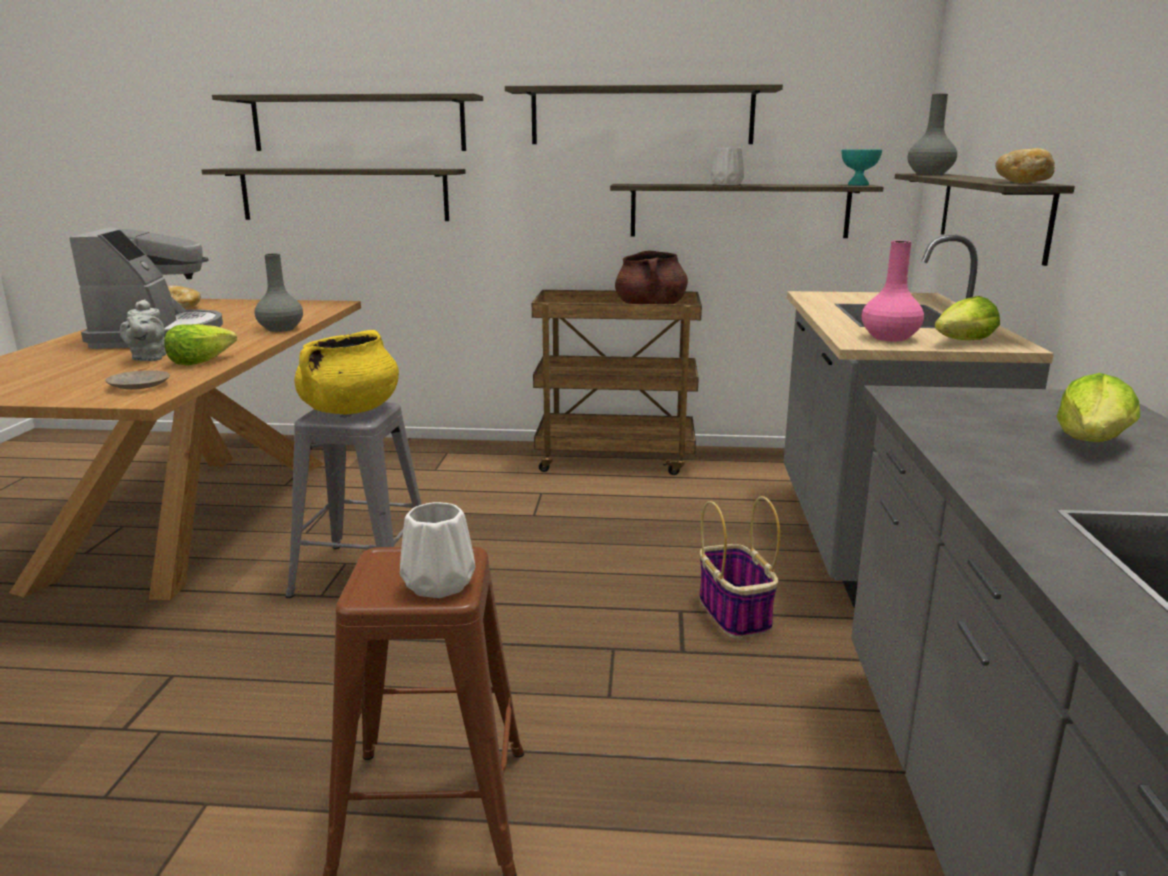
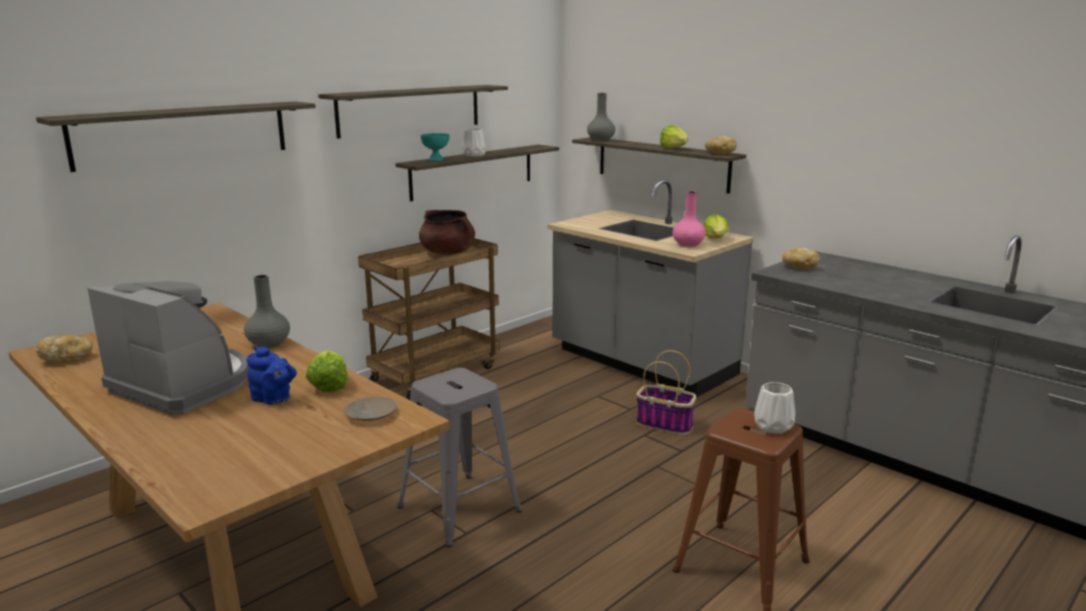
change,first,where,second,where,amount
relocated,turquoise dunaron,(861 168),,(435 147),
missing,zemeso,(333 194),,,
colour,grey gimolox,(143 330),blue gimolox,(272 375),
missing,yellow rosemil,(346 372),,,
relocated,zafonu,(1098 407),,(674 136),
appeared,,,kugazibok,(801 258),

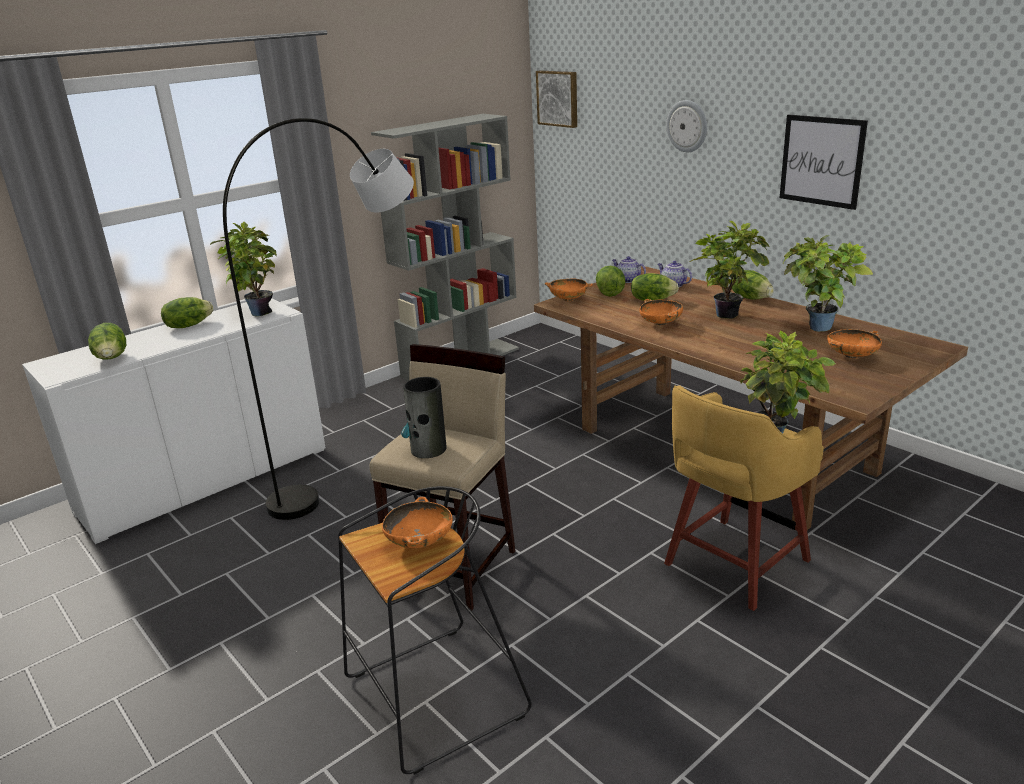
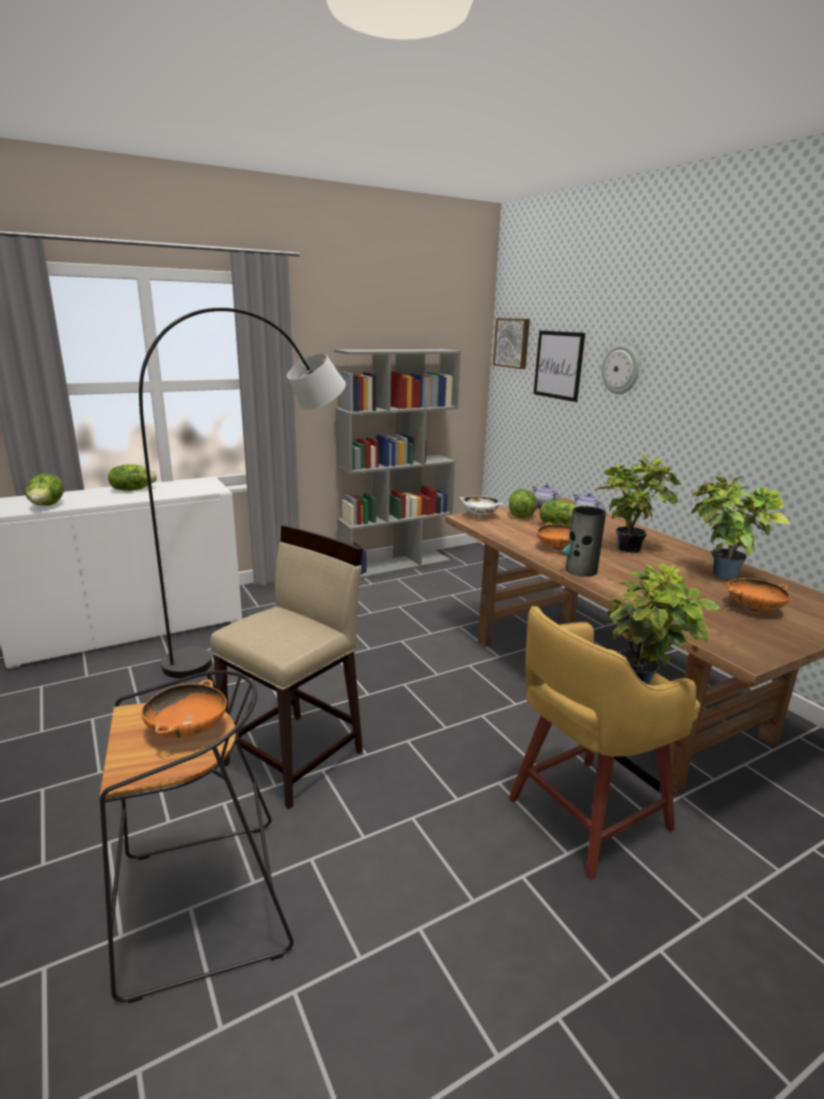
change,first,where,second,where,amount
relocated,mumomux,(824 162),,(559 366),
missing,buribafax,(243 269),,,
missing,zafonu,(753 284),,,
colour,orange dunaron,(569 290),white dunaron,(481 506),
relocated,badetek,(423 417),,(584 541),

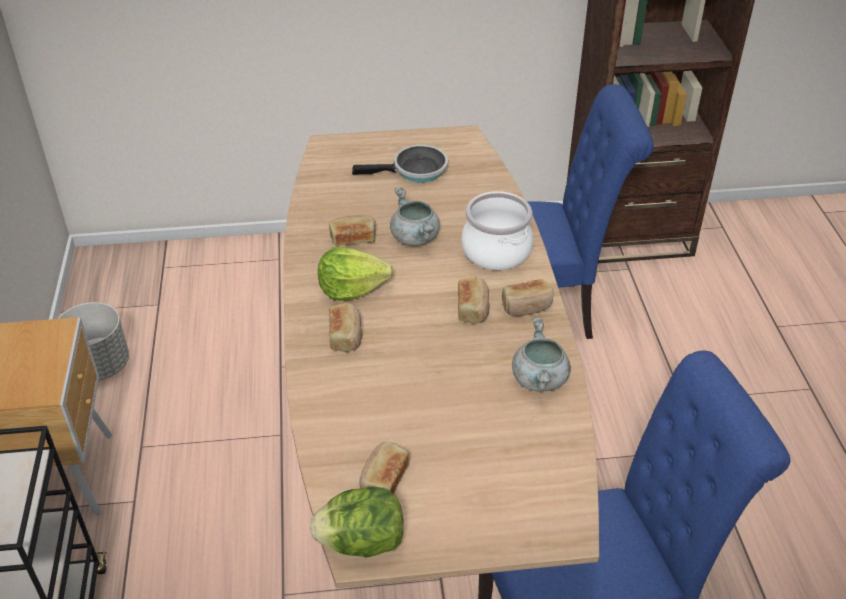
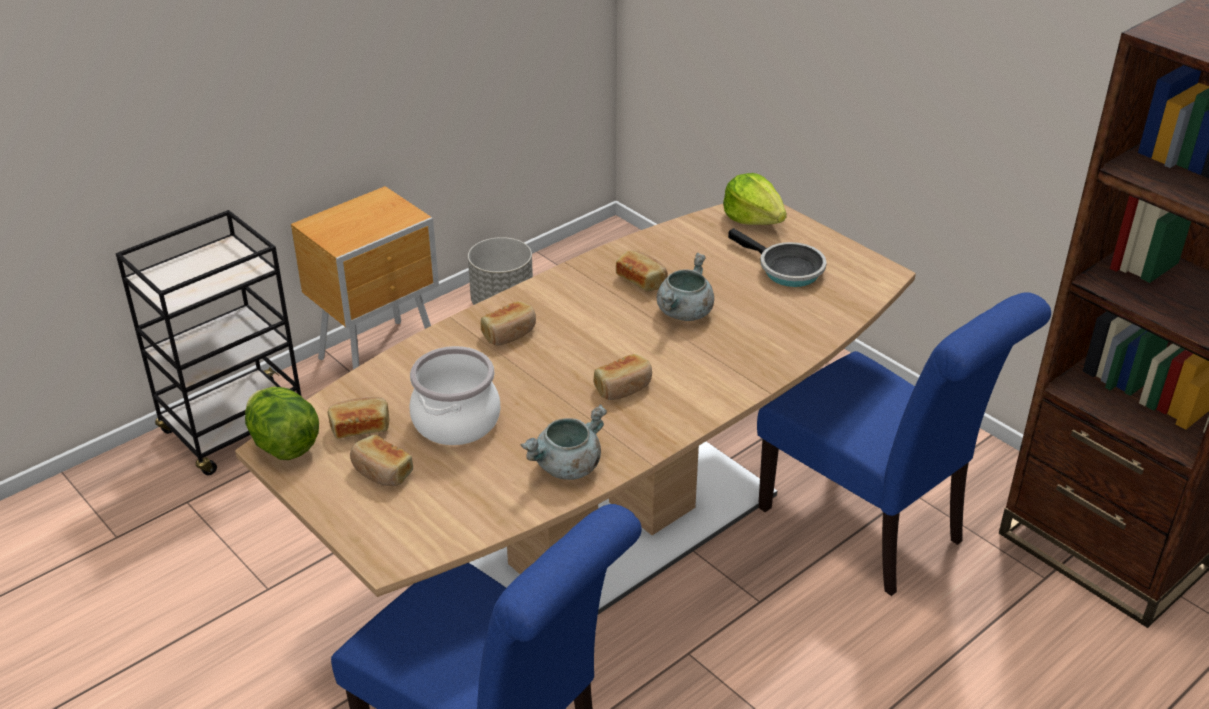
change,first,where,second,where,amount
relocated,rosemil,(497 230),,(454 395),
relocated,zafonu,(355 274),,(755 199),
relocated,kugazibok,(528 297),,(381 460),

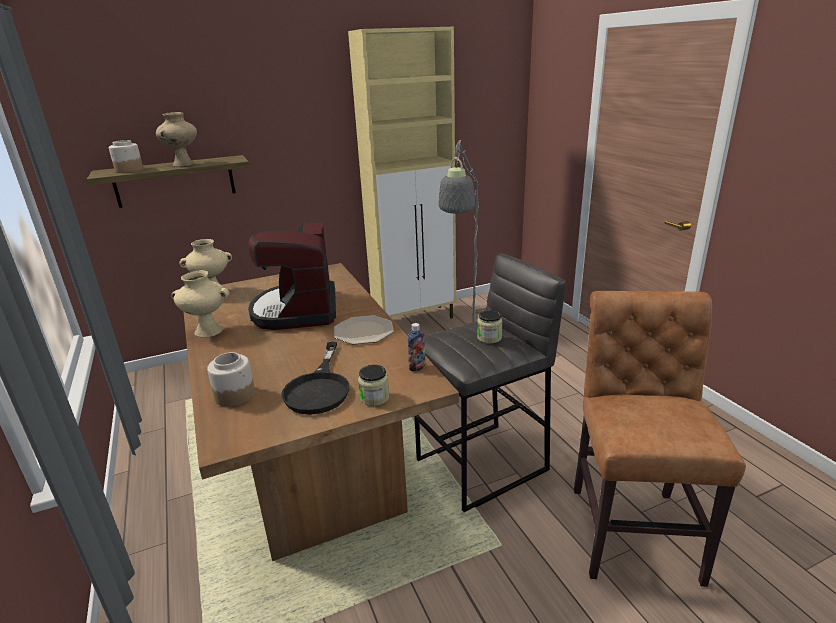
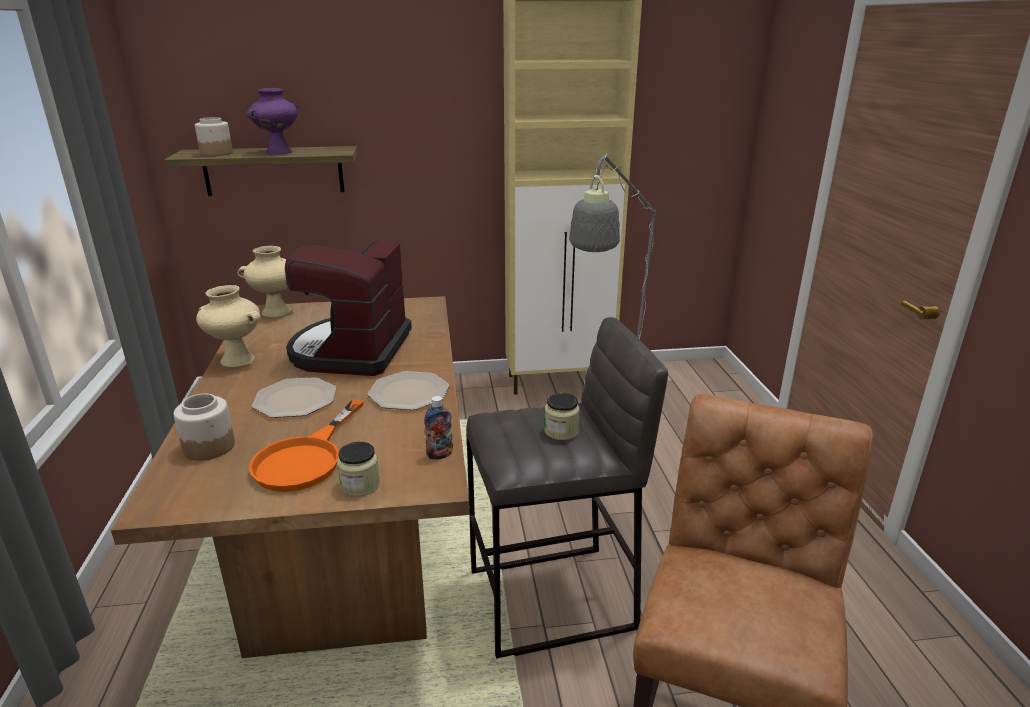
change,first,where,second,where,amount
colour,beige badetek,(176 139),purple badetek,(272 121),
colour,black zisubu,(315 378),orange zisubu,(306 445),
appeared,,,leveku,(294 397),

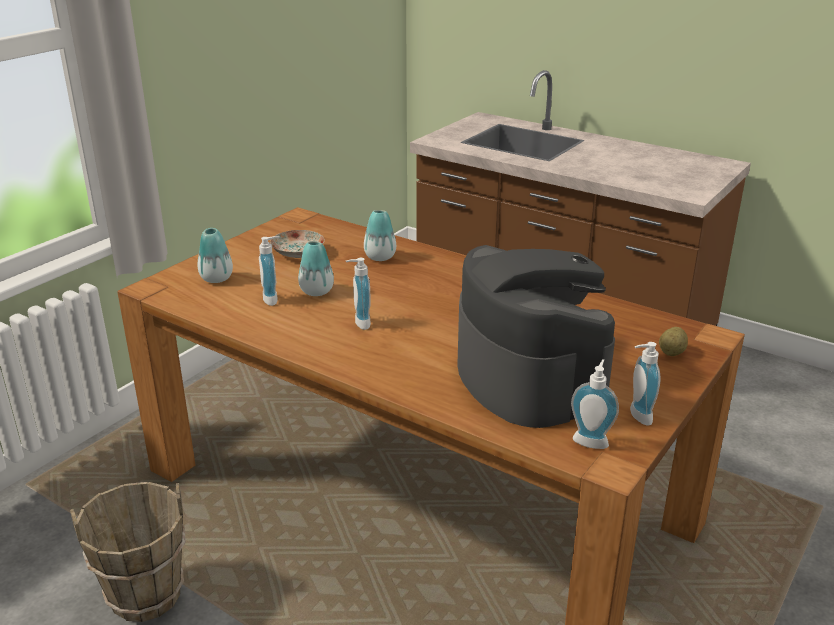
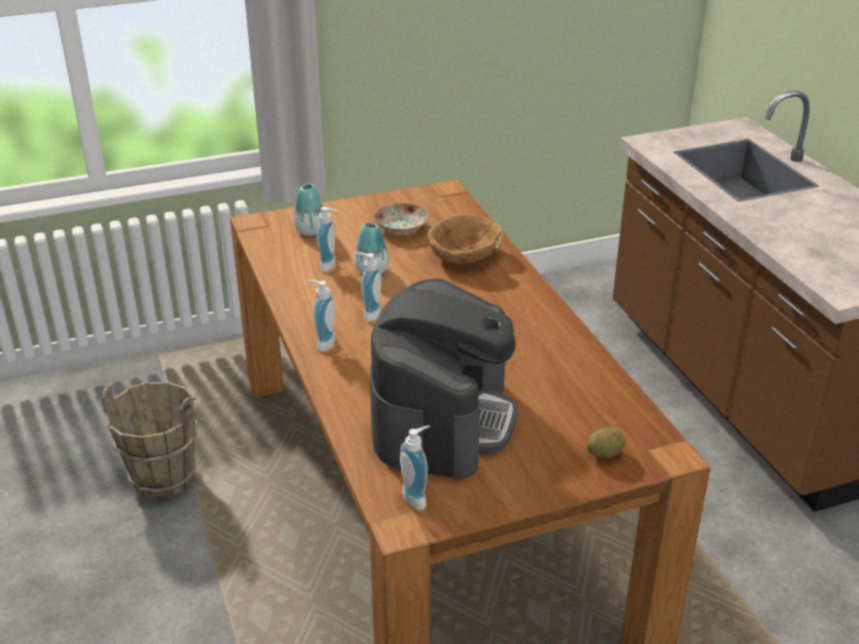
change,first,where,second,where,amount
exchanged,badetek,(380 235),brown dunaron,(465 239),
relocated,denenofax,(645 384),,(321 316),

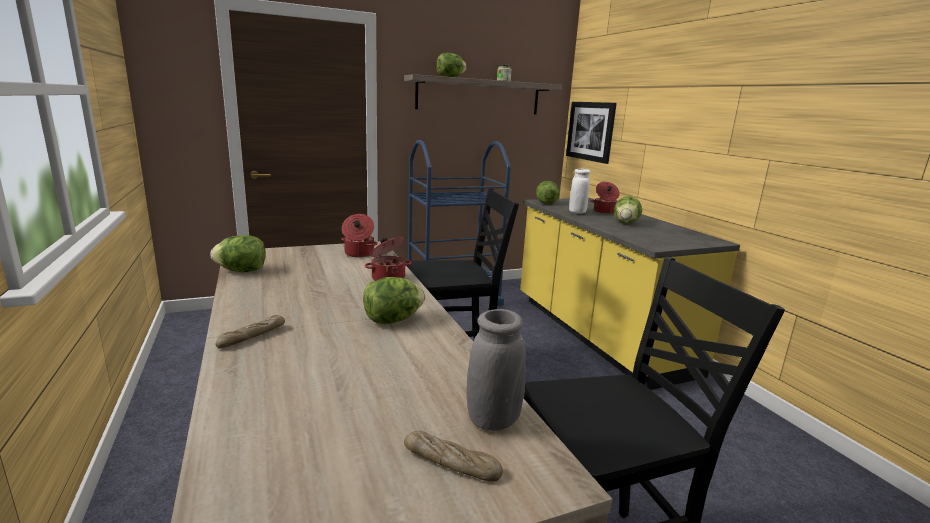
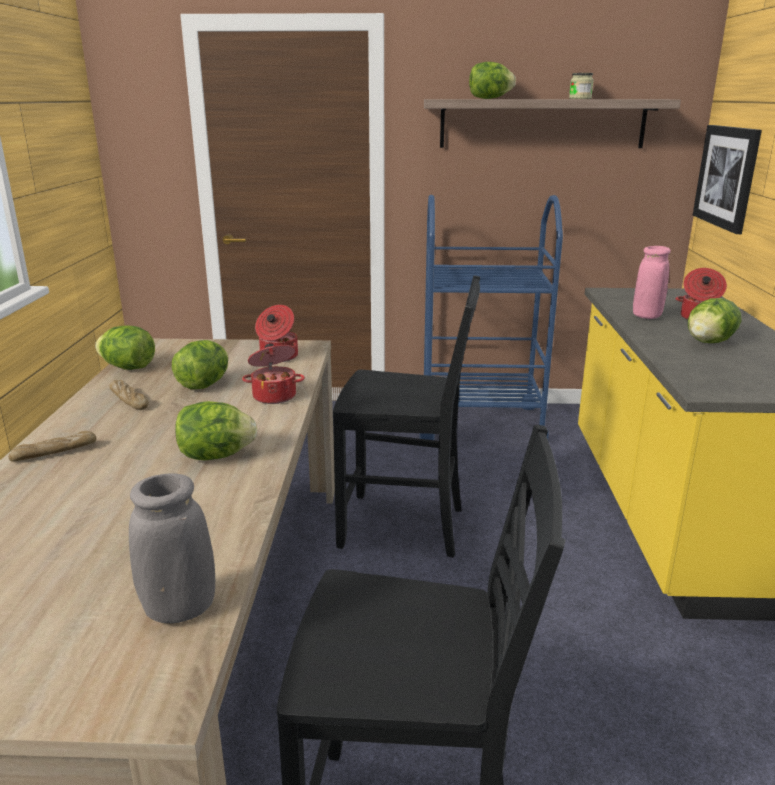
change,first,where,second,where,amount
colour,white badetek,(580 191),pink badetek,(652 282),
relocated,zafonu,(548 192),,(200 364),
relocated,kugazibok,(453 456),,(129 395),

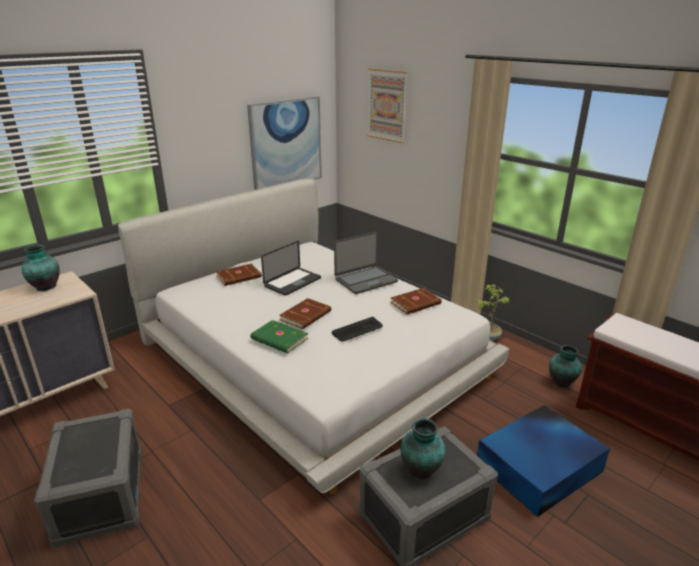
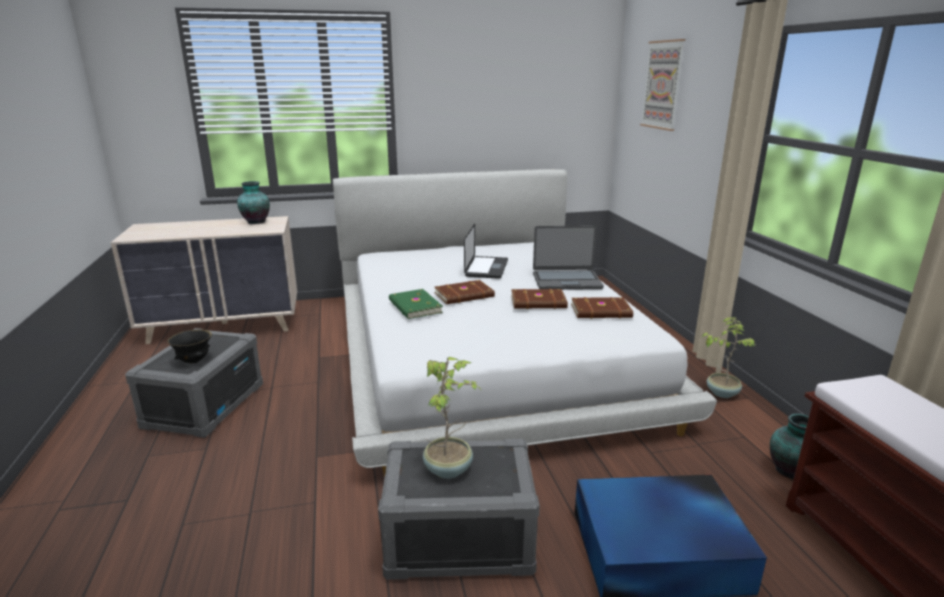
change,first,where,second,where,amount
missing,mumomux,(284 143),,,
spun,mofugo,(291 268),,(486 251),60 degrees counterclockwise
relocated,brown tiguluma,(239 275),,(539 299),
missing,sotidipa,(357 329),,,
exchanged,badetek,(422 448),buribafax,(451 418),
appeared,,,black dunaron,(189 346),

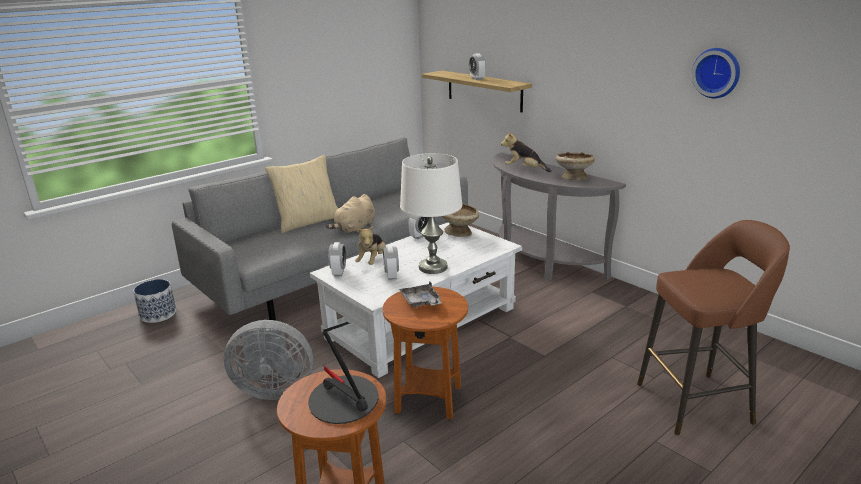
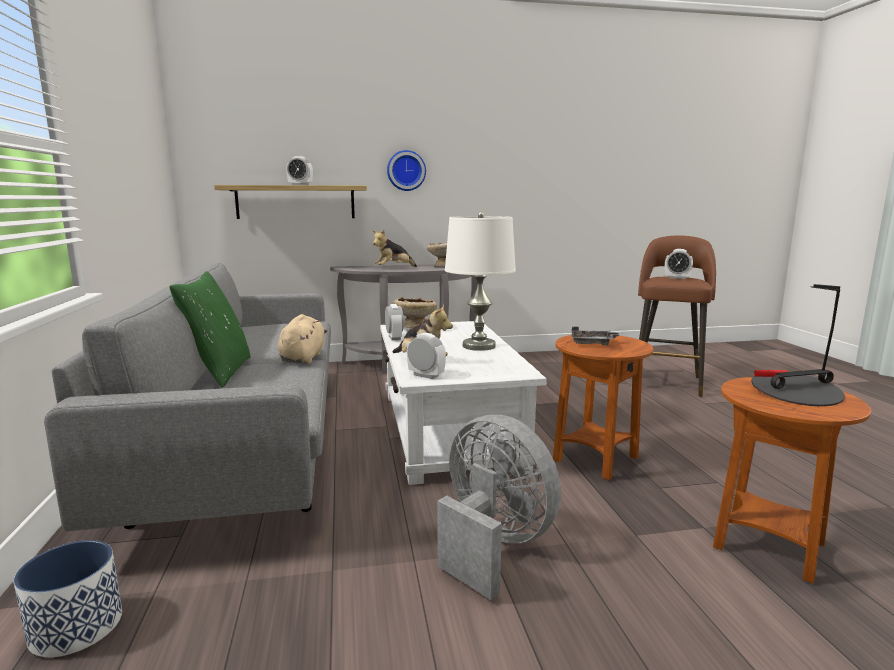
change,first,where,second,where,amount
relocated,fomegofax,(716 73),,(406 170),
colour,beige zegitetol,(301 194),green zegitetol,(210 329),
spun,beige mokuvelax,(350 214),,(302 339),150 degrees counterclockwise
relocated,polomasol,(391 262),,(679 264),
spun,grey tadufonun,(268 360),,(499 507),75 degrees counterclockwise

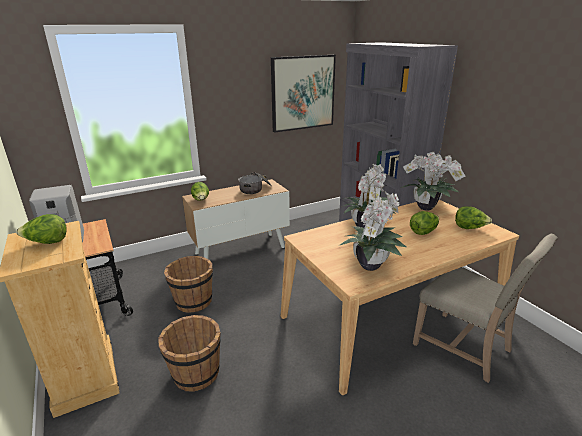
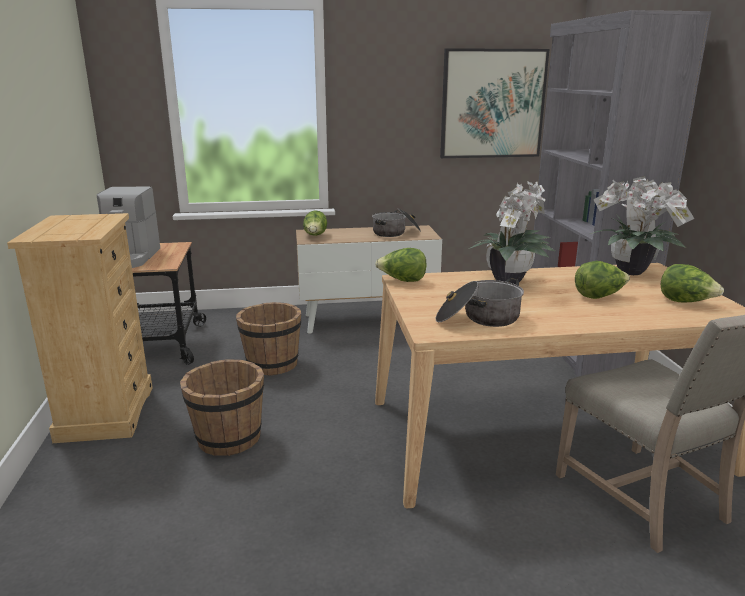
change,first,where,second,where,amount
exchanged,buribafax,(373 231),rosemil,(479 302),
relocated,zafonu,(41 229),,(401 265),

